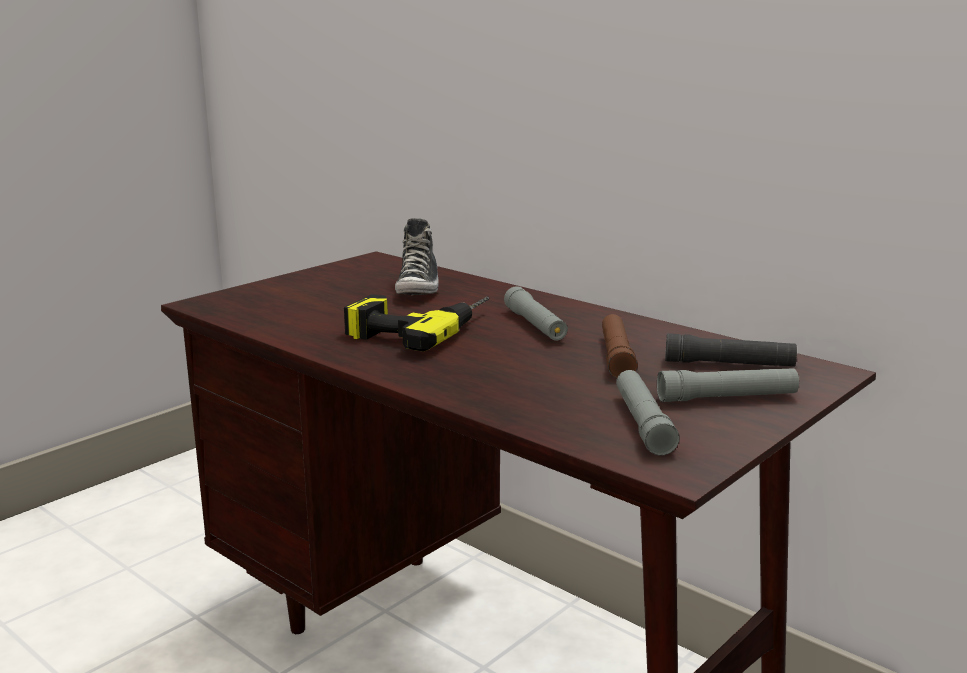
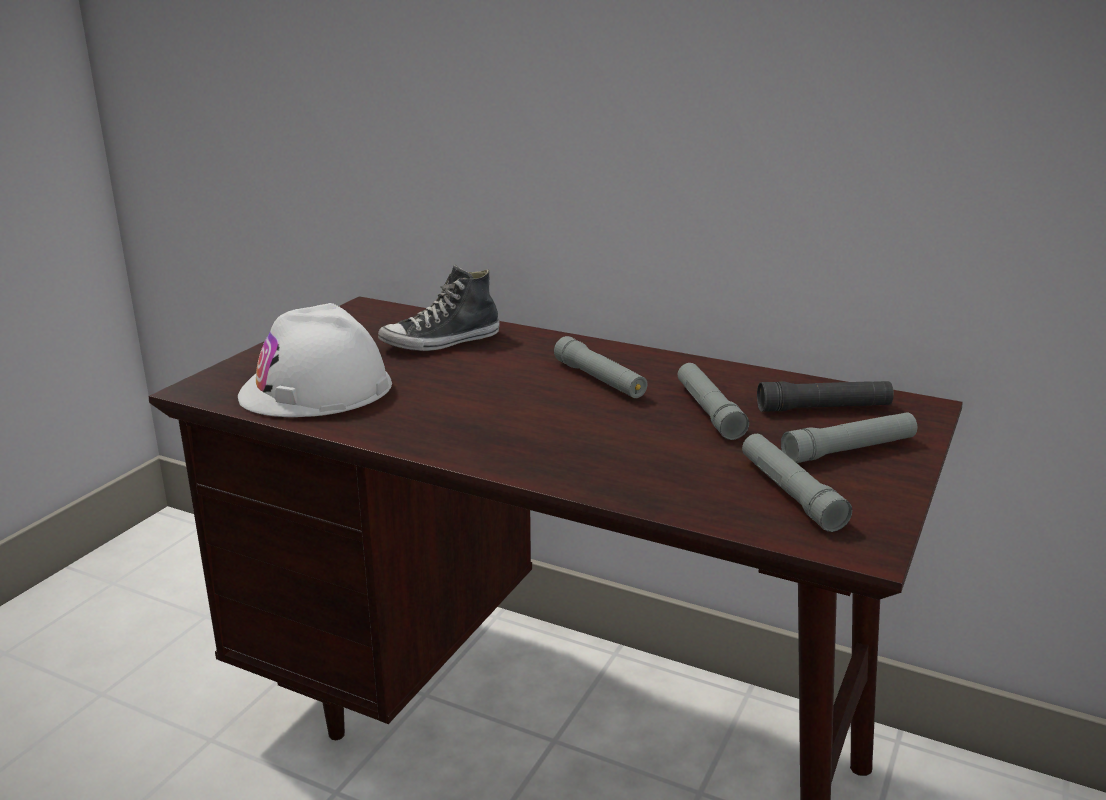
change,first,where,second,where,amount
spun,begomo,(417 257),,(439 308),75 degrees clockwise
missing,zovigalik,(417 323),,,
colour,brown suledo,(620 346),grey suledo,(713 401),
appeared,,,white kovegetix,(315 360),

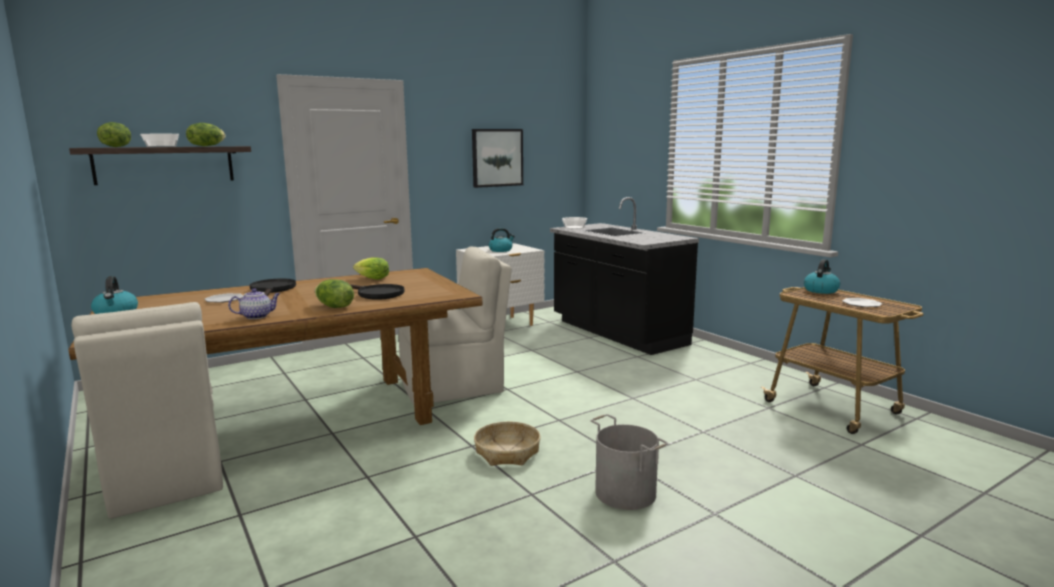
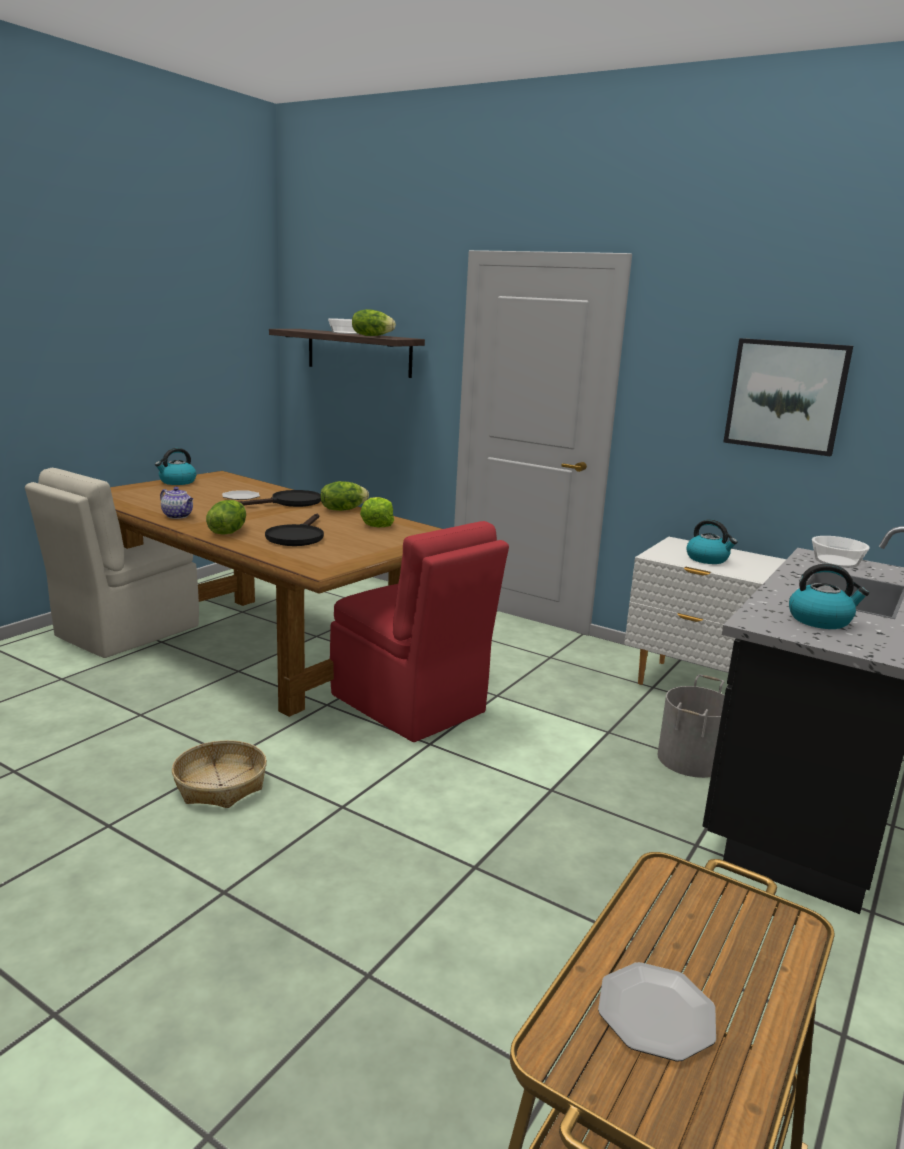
change,first,where,second,where,amount
relocated,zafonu,(114 134),,(344 496),
colour,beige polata,(455 326),red polata,(419 631),
relocated,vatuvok,(822 276),,(829 596),
relocated,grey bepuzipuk,(629 462),,(691 726),

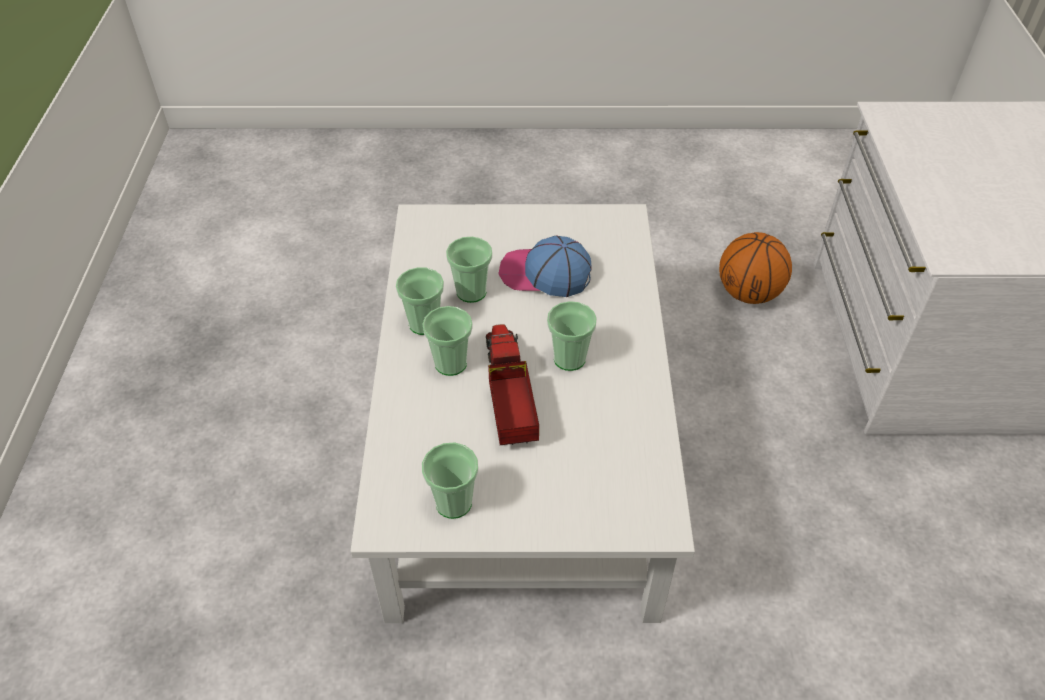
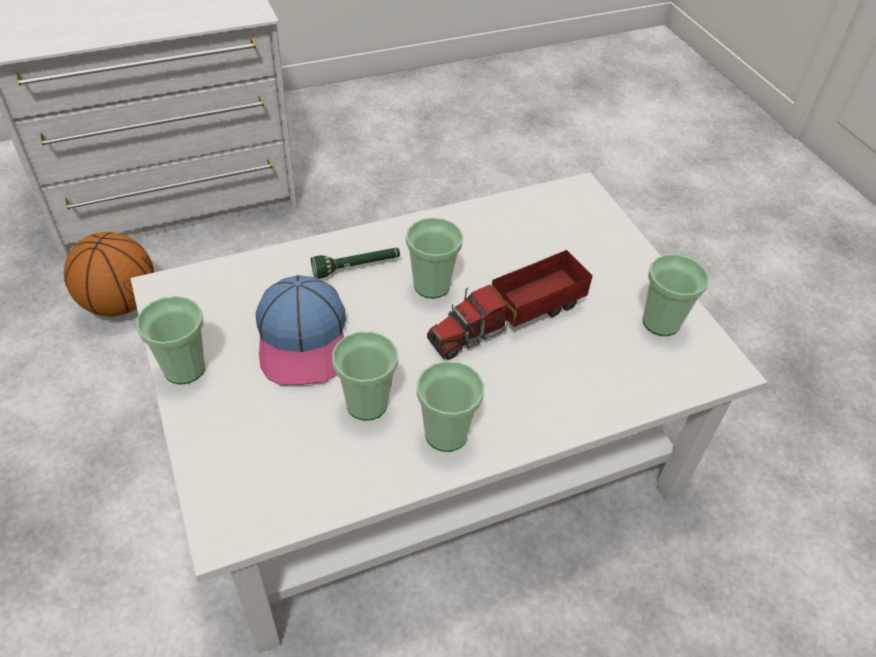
change,first,where,second,where,amount
relocated,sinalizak,(447 341),,(170 340),
appeared,,,green suledo,(355 263),

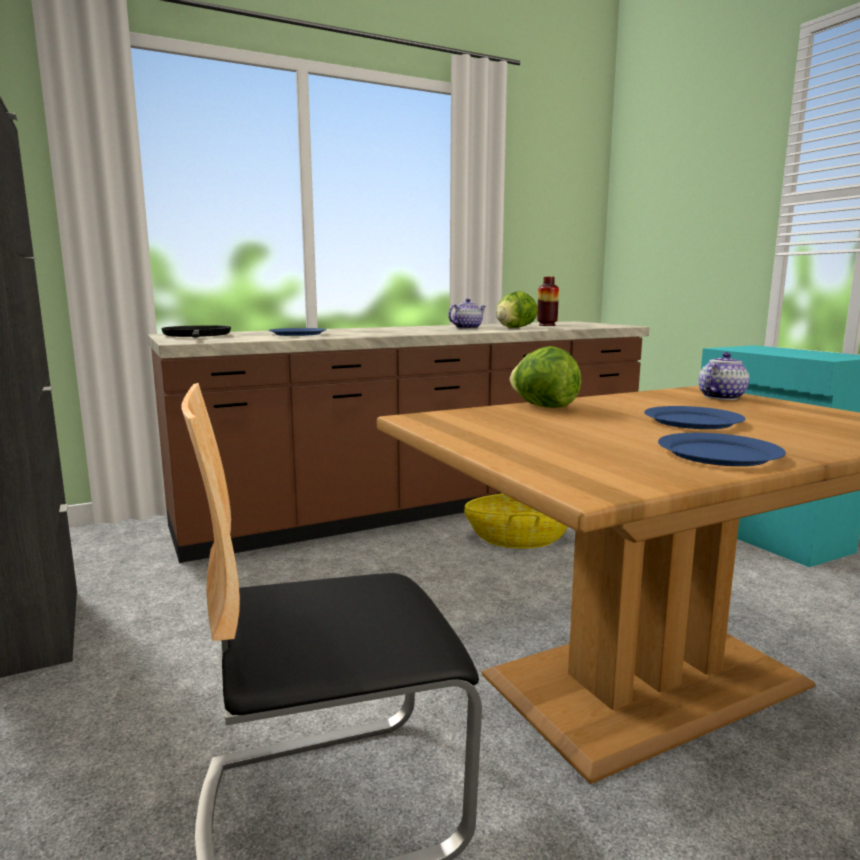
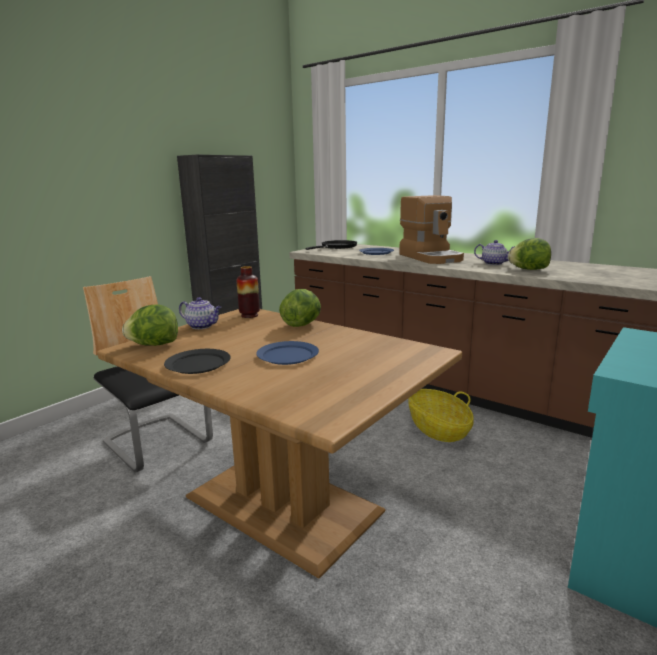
change,first,where,second,where,amount
relocated,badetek,(548 301),,(248 292),
relocated,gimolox,(724 376),,(200 313),
colour,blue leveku,(722 449),black leveku,(197 361),
appeared,,,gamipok,(431 229),
appeared,,,zafonu,(150 325),

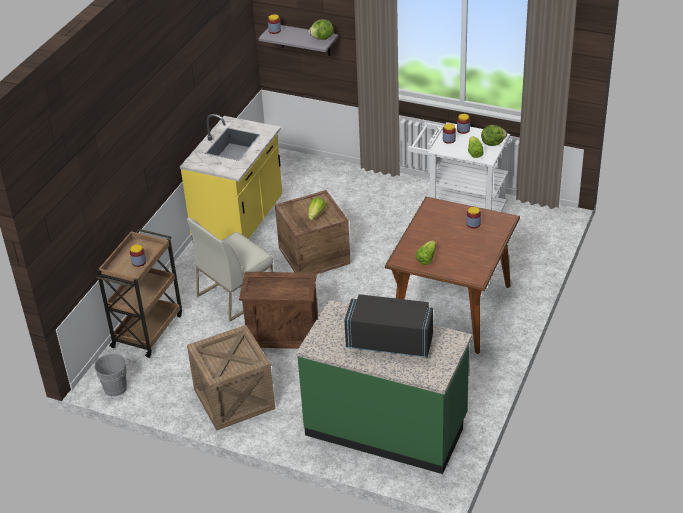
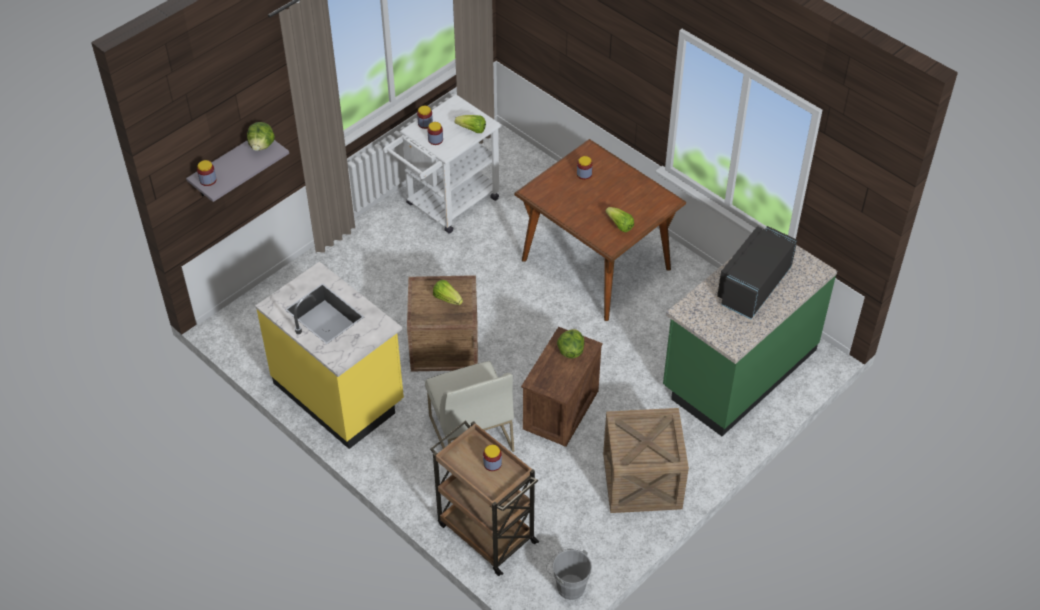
change,first,where,second,where,amount
relocated,zafonu,(494 135),,(570 343),

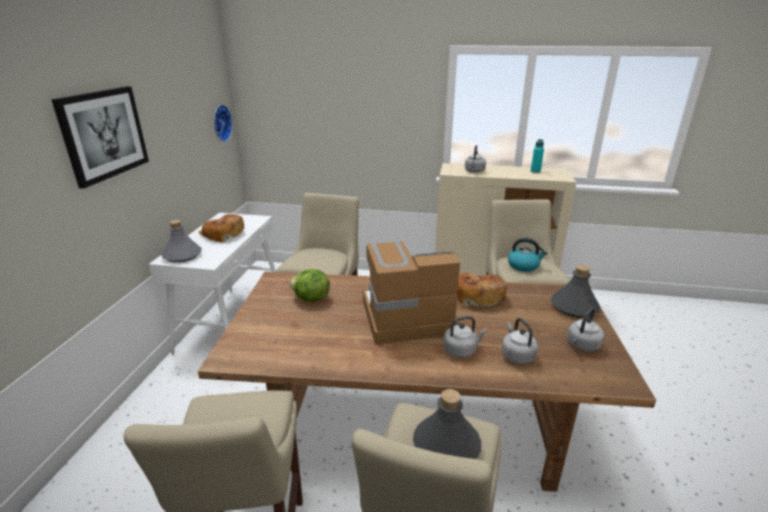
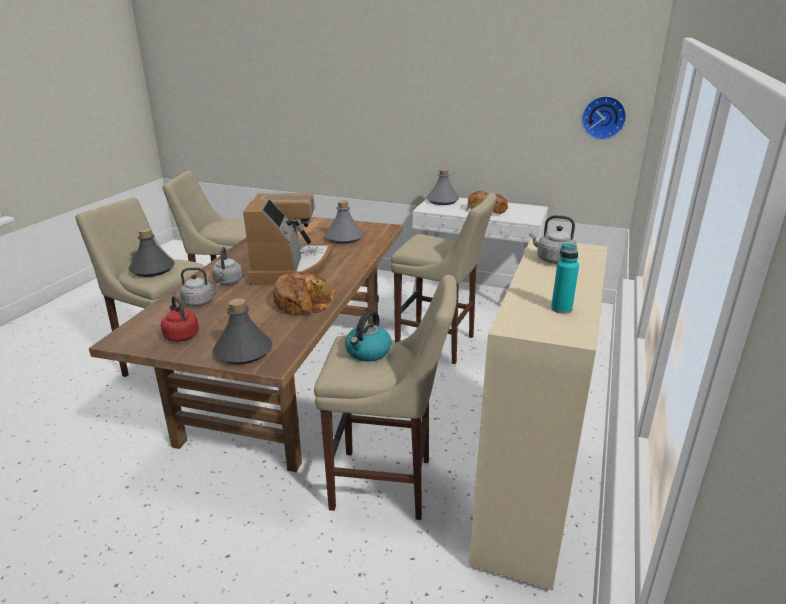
change,first,where,second,where,amount
missing,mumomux,(100 137),,,
exchanged,zafonu,(310 285),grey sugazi,(344 222),
colour,grey vatuvok,(585 330),red vatuvok,(180 319),

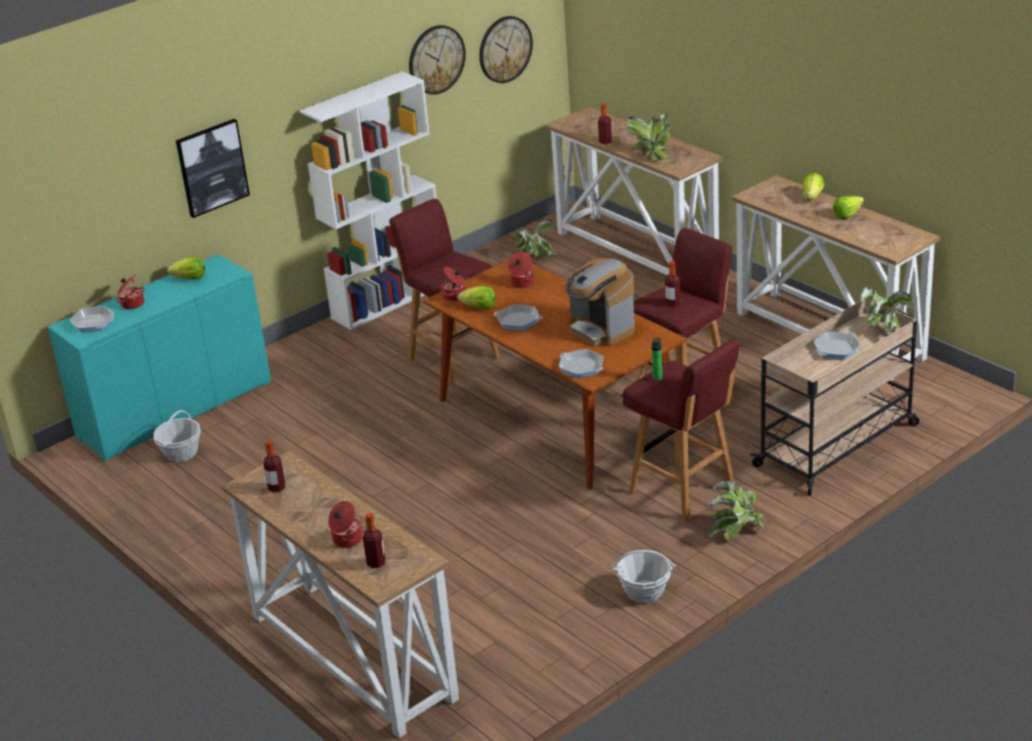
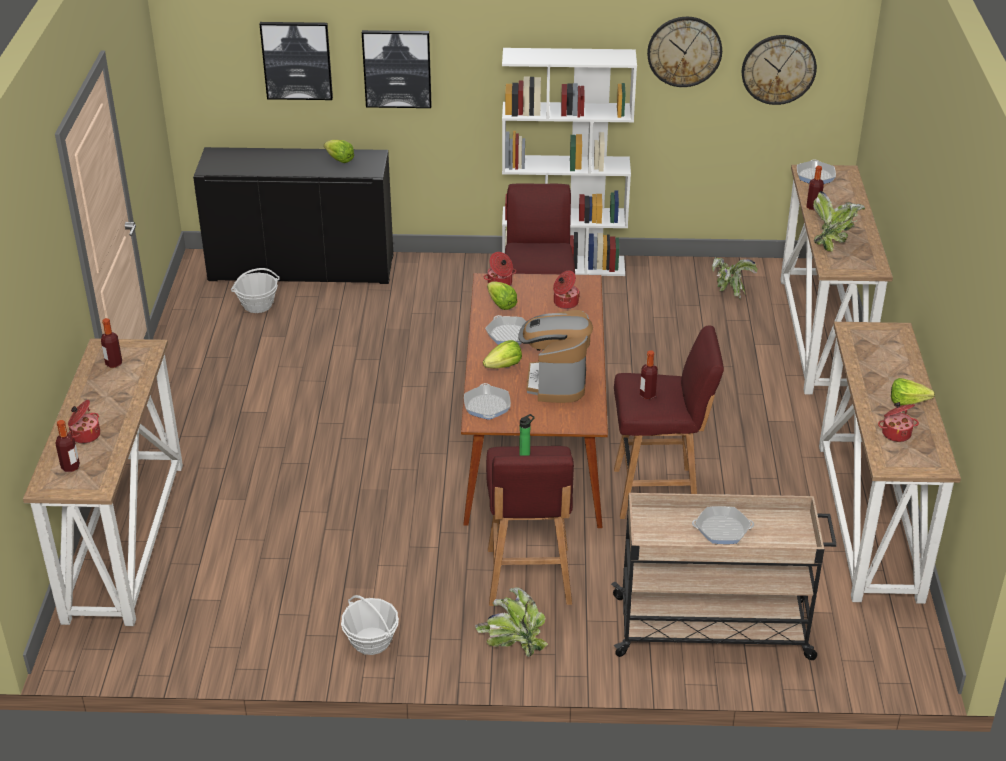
change,first,where,second,where,amount
relocated,zafonu,(813 186),,(502 354),
colour,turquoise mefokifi,(159 357),black mefokifi,(293 215),
relocated,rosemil,(130 291),,(898 422),
missing,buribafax,(887 311),,,
relocated,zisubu,(92 319),,(816 171),
appeared,,,mumomux,(296 61),

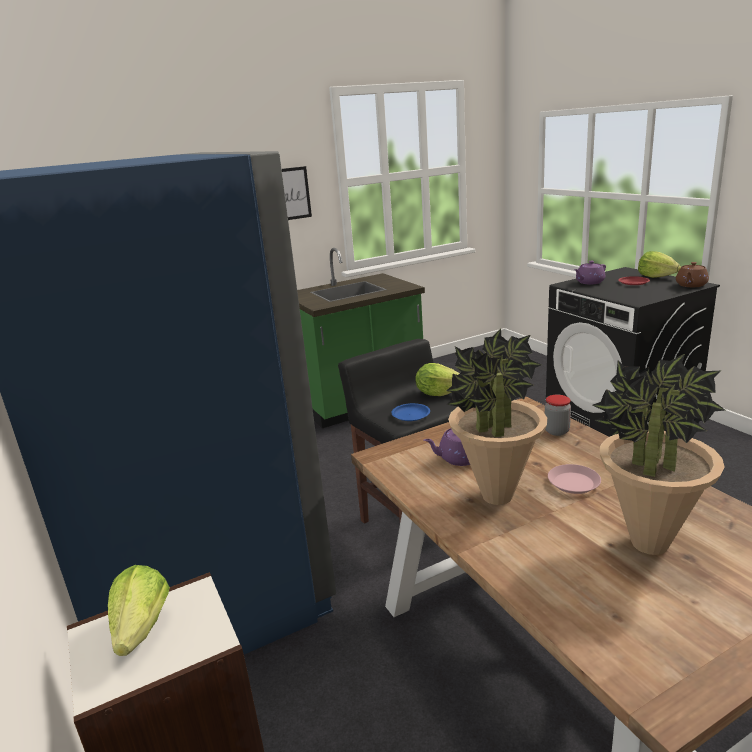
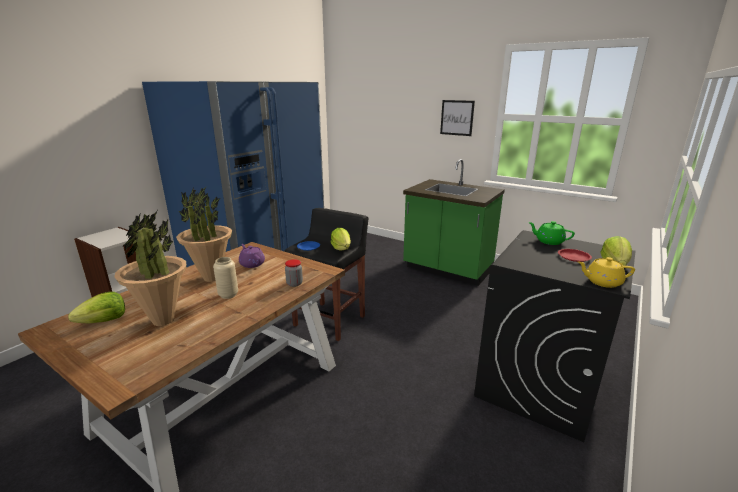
change,first,where,second,where,amount
colour,purple gimolox,(590 272),green gimolox,(551 233),
colour,brown gimolox,(692 274),yellow gimolox,(606 272),
exchanged,pink leveku,(574 479),beige badetek,(225 278),
relocated,zafonu,(139 610),,(96 307),

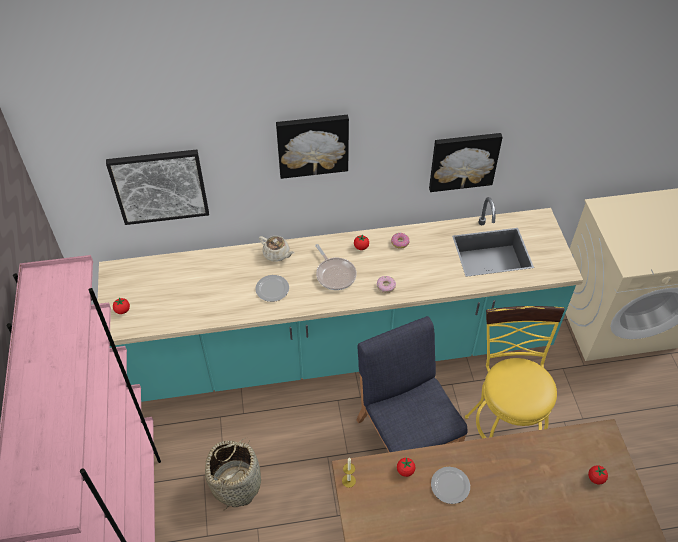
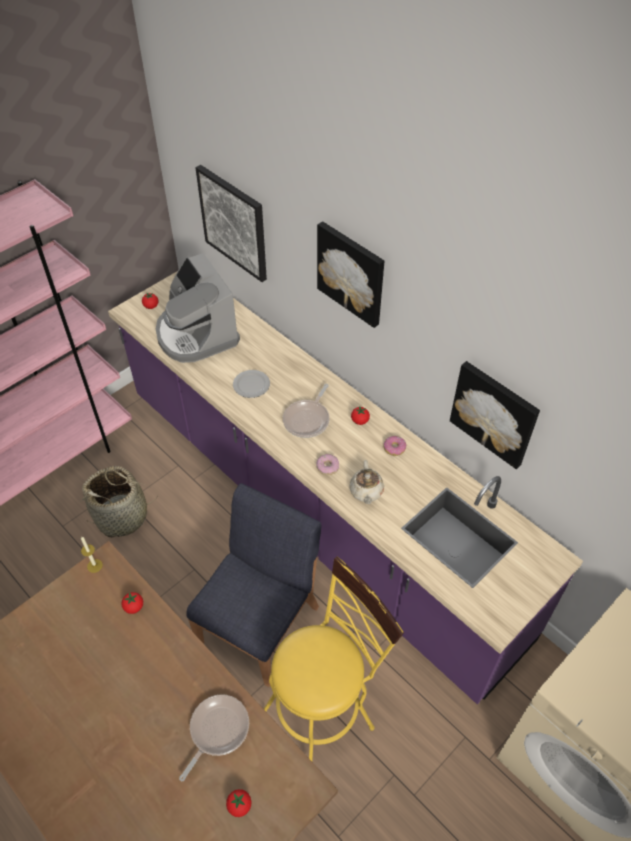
change,first,where,second,where,amount
colour,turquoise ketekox,(340 299),purple ketekox,(345 487),
relocated,beige gimolox,(277 249),,(366 482),
missing,leveku,(450 485),,,
appeared,,,gamipok,(198 308),
appeared,,,zisubu,(214 737),

